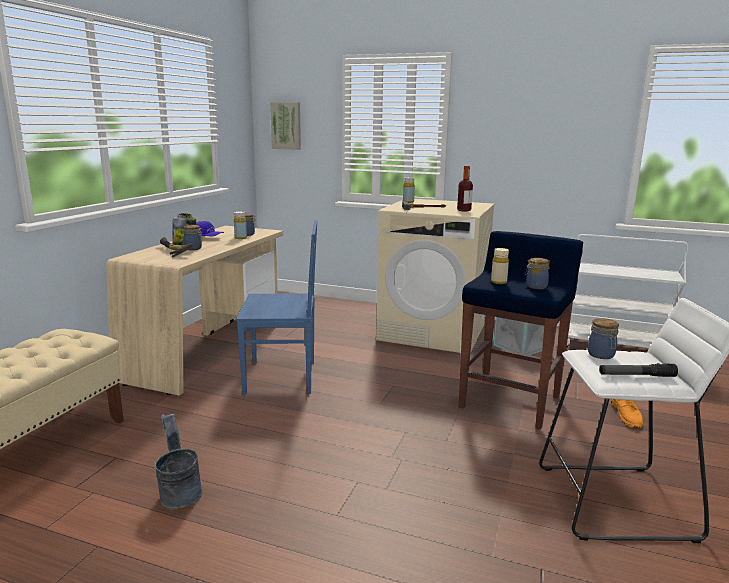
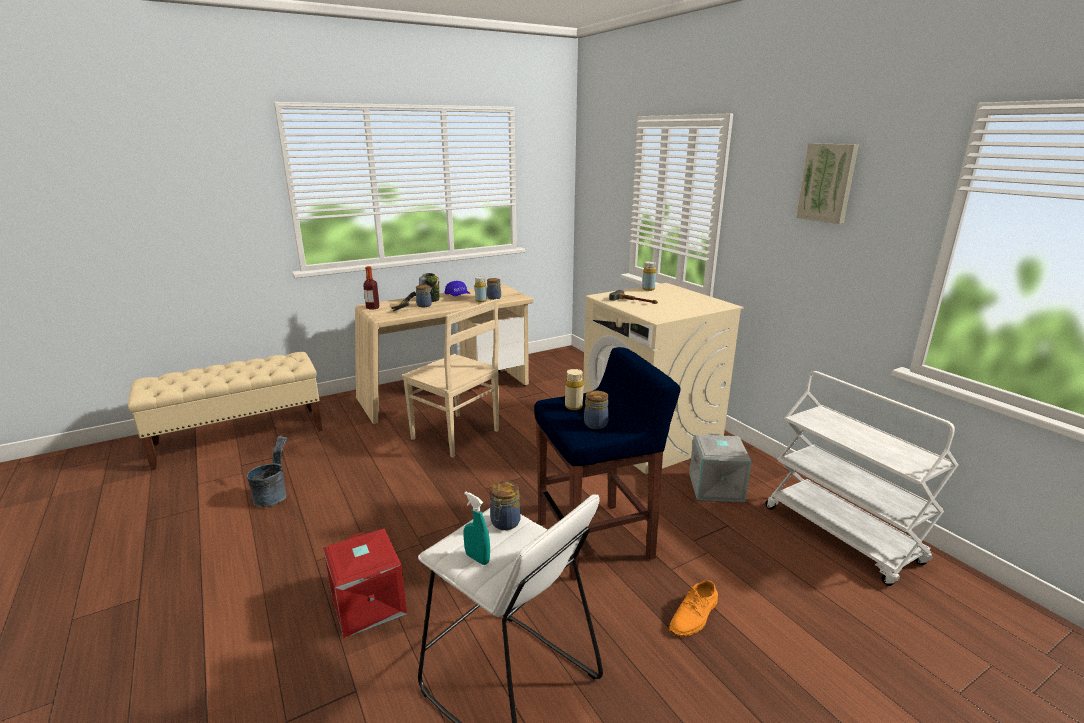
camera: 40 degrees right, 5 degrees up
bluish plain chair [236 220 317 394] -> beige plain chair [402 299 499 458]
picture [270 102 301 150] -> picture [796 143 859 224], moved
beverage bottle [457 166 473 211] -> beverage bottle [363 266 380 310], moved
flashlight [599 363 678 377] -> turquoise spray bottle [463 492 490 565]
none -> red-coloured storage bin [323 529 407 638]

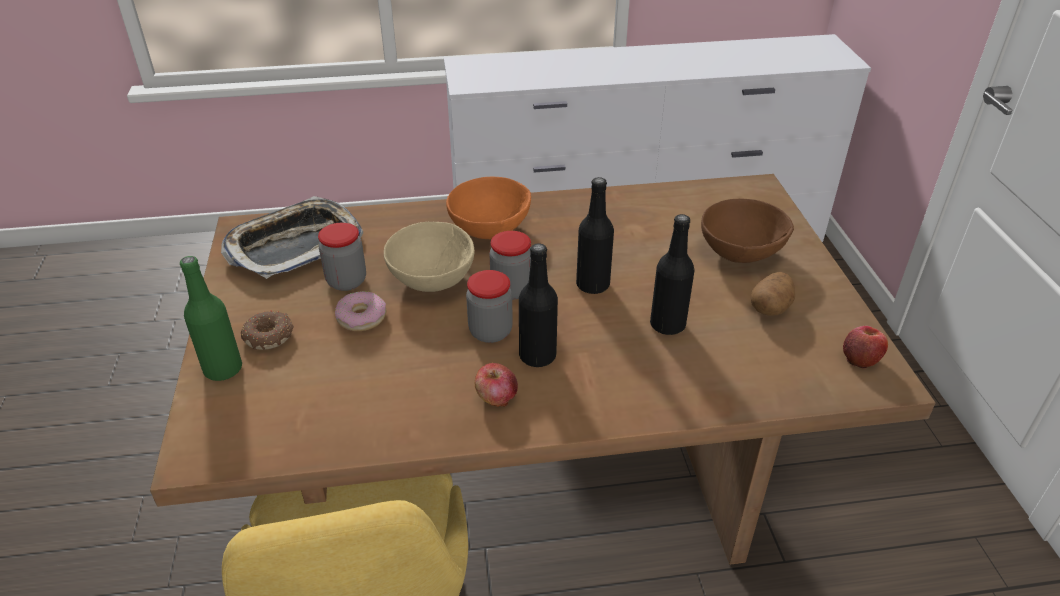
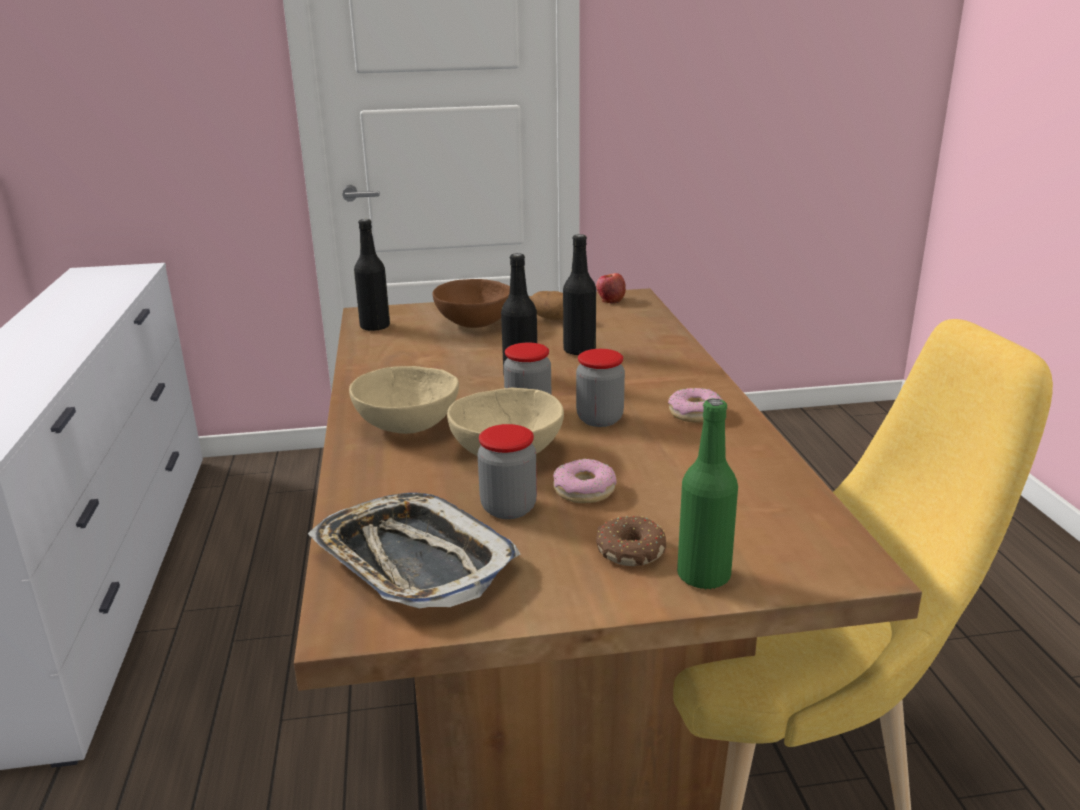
camera: 90 degrees left, 15 degrees down
orange serving bowl [446 177 531 239] -> beige serving bowl [349 366 459 434]
whole apple [475 363 518 407] -> ring doughnut [668 388 723 423]
black beverage bottle [519 243 558 367] -> black beverage bottle [354 219 390 331], moved

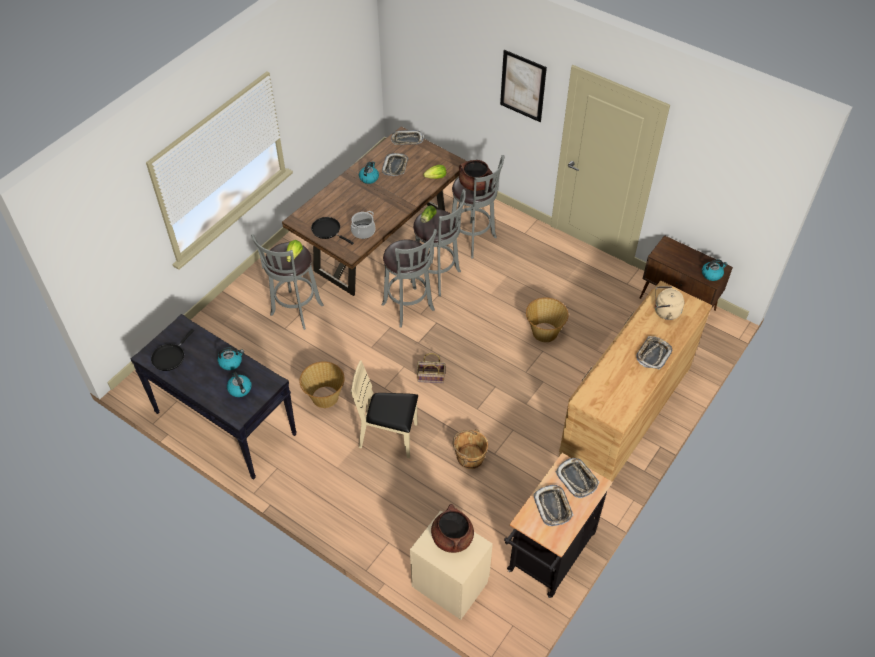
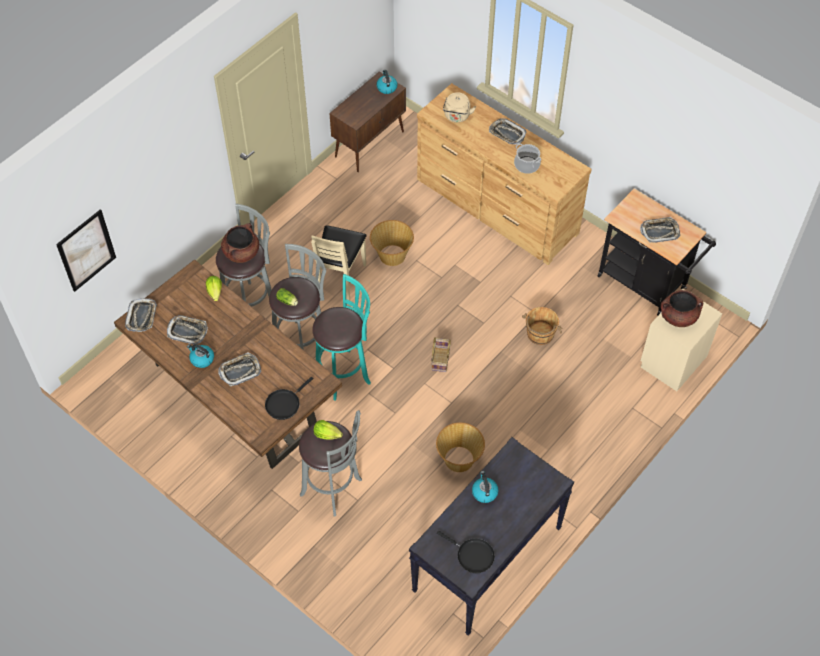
camera: 85 degrees left, 5 degrees up
kettle [227 372 252 397] -> none
cooking pot [351 211 375 239] -> cooking pot [514 144 541 174], moved
beige plain chair [351 361 418 458] -> beige plain chair [311 225 367 301], moved
greyish stool [382 229 437 328] -> turquoise stool [312 274 371 401]
picture [500 50 547 122] -> picture [56 209 116 292], moved
tray [556 458 599 498] -> tray [218 352 261 386], moved

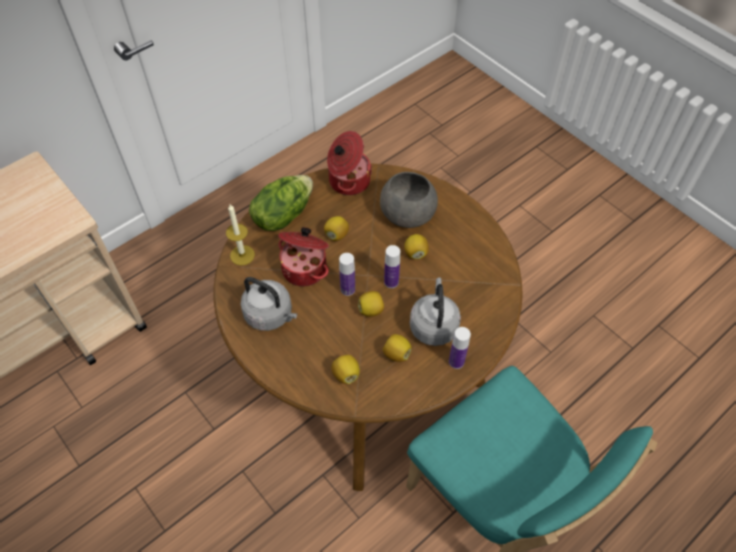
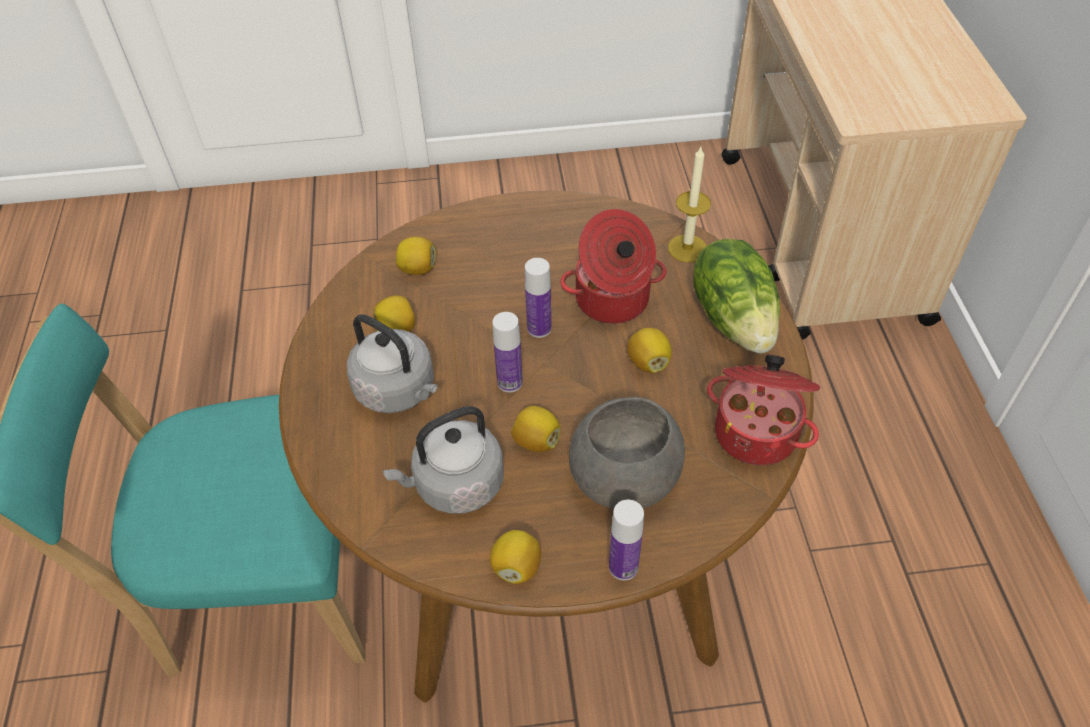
camera: 125 degrees right, 5 degrees down
greyish kettle [240 277 297 331] -> greyish kettle [383 406 504 514], moved
lemon [358 291 384 317] -> lemon [490 530 541 584], moved
beverage bottle [449 327 471 369] -> beverage bottle [609 500 644 580], moved

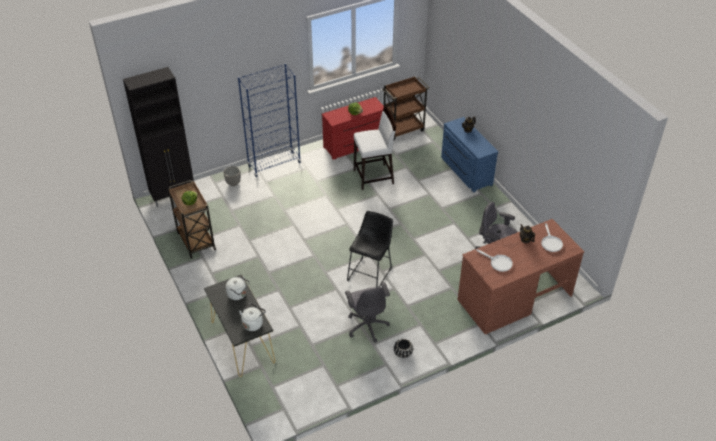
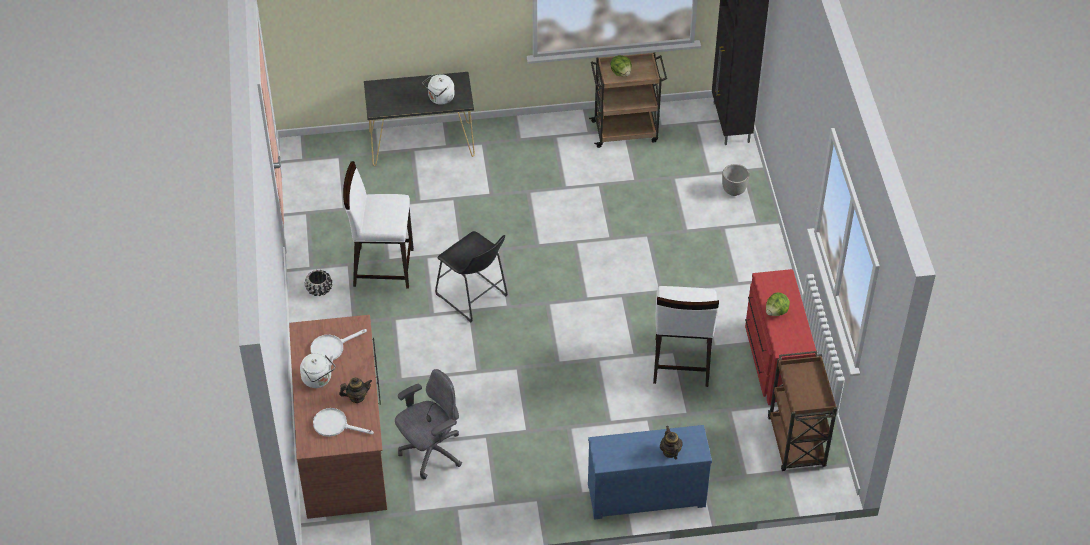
camera: 110 degrees right, 5 degrees up
bluish bookcase [238 63 301 177] -> none
white-coloured kettle [239 303 266 331] -> white-coloured kettle [300 353 335 388], moved
greyish computer chair [345 282 390 343] -> white-coloured stool [343 161 414 289]

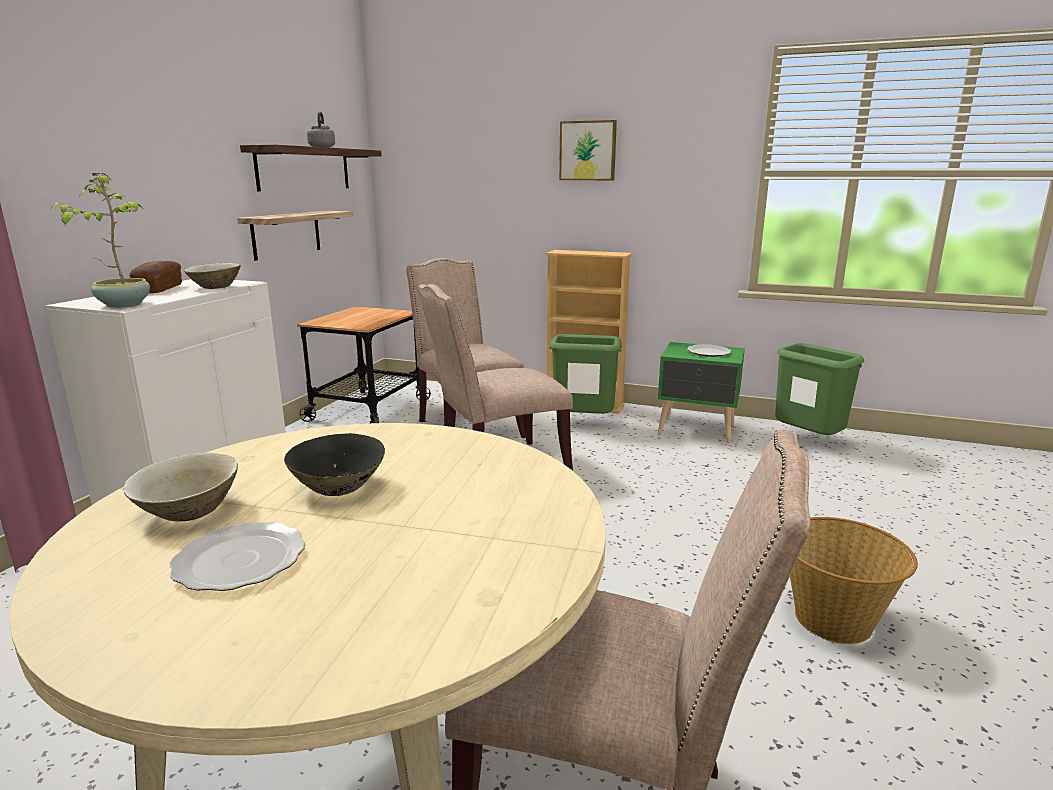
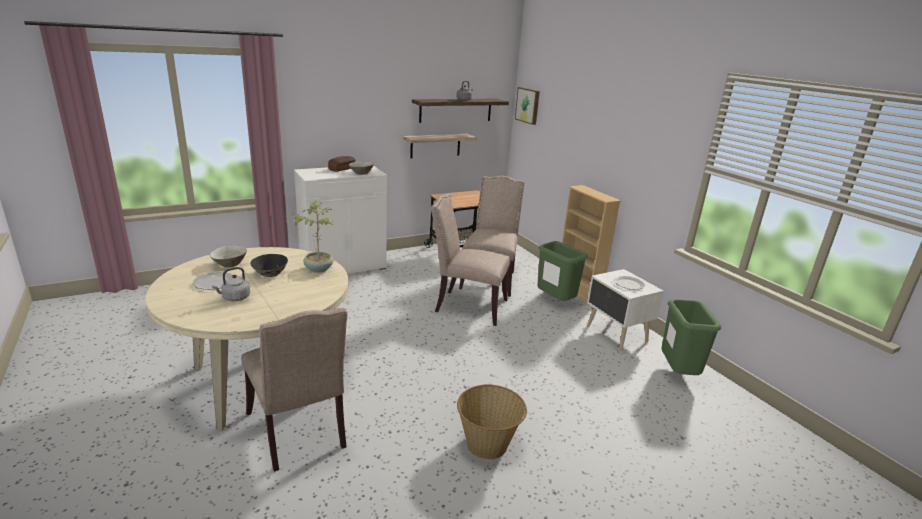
camera: 40 degrees right, 5 degrees up
plant in a pot [51 173 150 308] -> plant in a pot [292 199 333 273], moved
picture [559 120 617 180] -> picture [515 87 540 125], moved
greenish bedside table [658 342 745 443] -> white-coloured bedside table [587 269 664 351]
none -> greyish kettle [212 267 250 301]

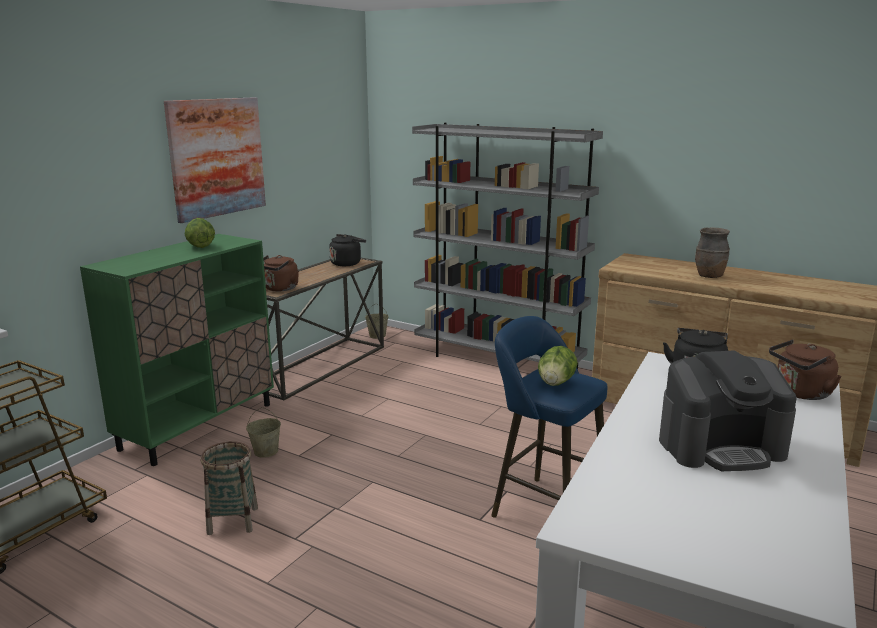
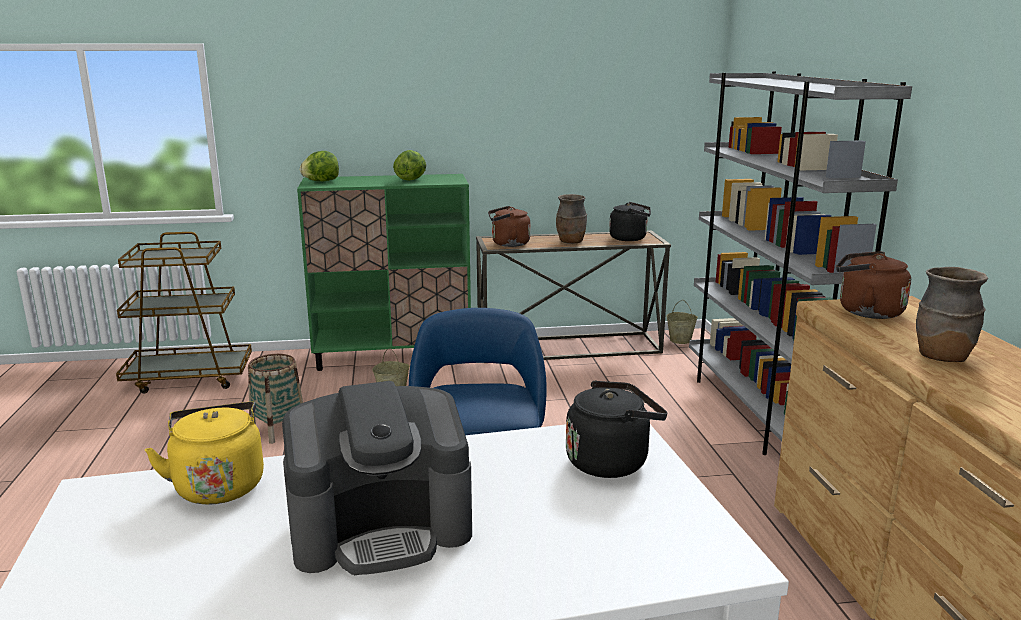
camera: 50 degrees right, 0 degrees up
picture [164 97 266 223] -> none
lettuce head [538 346 578 386] -> lettuce head [300 151 339 181], moved
coffee brewer [659 350 797 471] -> coffee brewer [282 381 472 575], 60 degrees counterclockwise
brown kettle [769 340 842 400] -> brown kettle [836 251 911 319], moved
none -> yellow-coloured kettle [145 402 264 505]
none -> brown decorative vase [556 194 587 244]

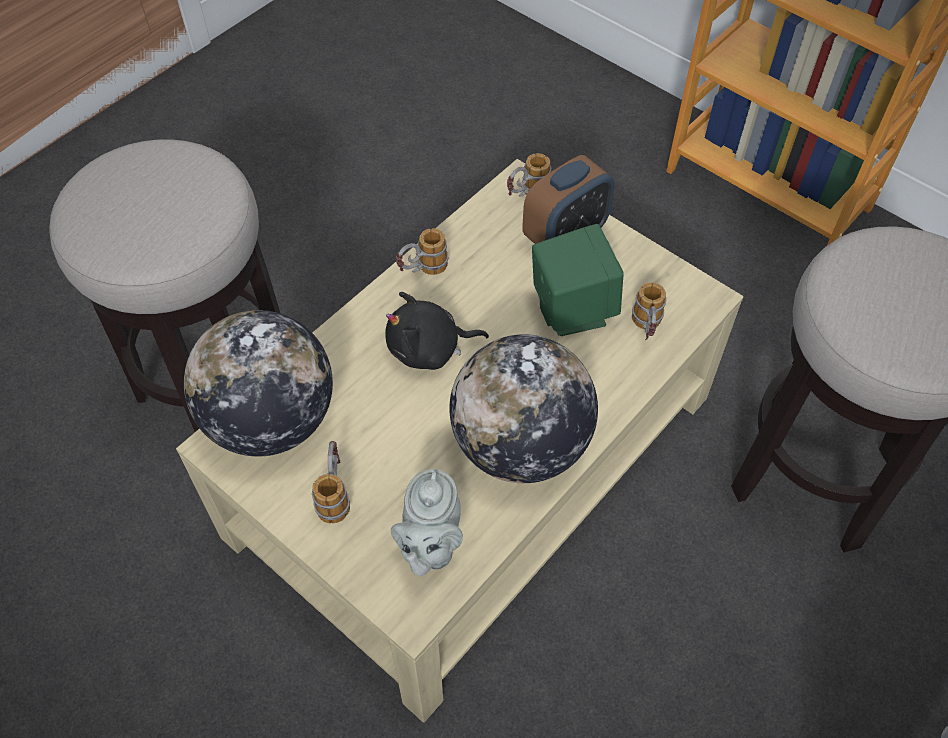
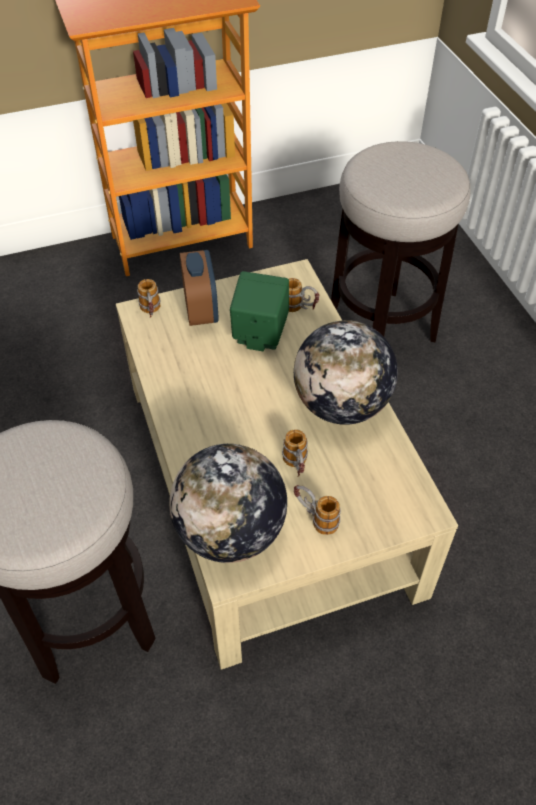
camera: 60 degrees left, 5 degrees down
black cuddly toy [385 292 489 370] -> none
greyish tea pot [391 469 463 576] -> none
mug [396 228 448 275] -> mug [282 429 308 477], moved

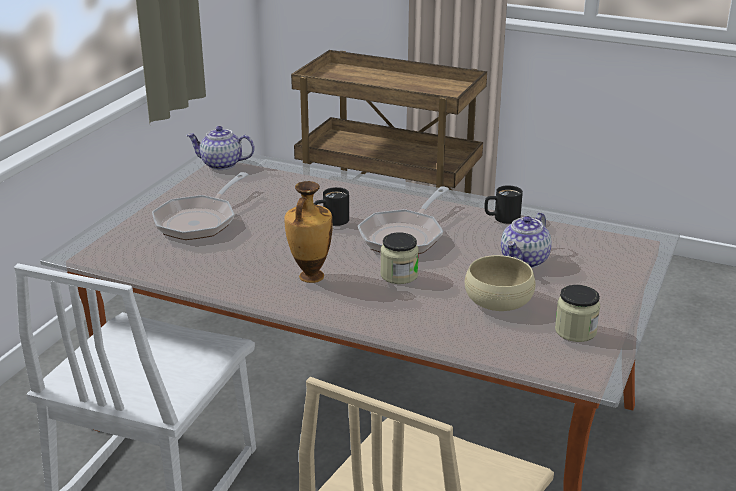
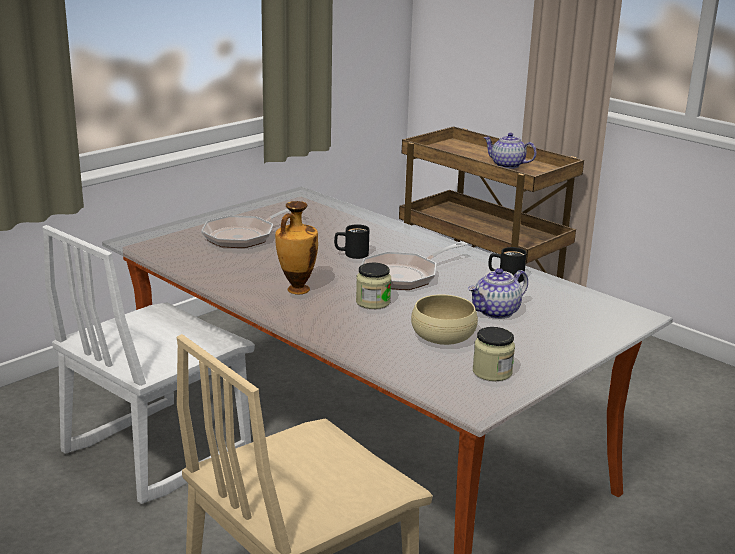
camera: 20 degrees right, 5 degrees down
tea pot [186 126 255 170] -> tea pot [483 133 537 169], moved

